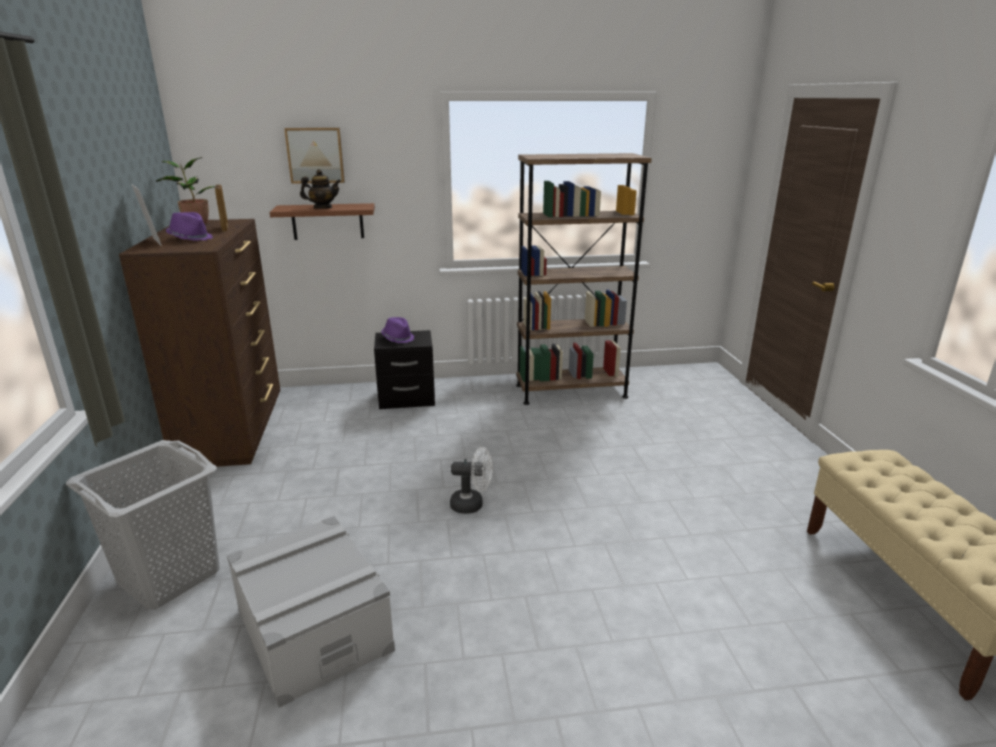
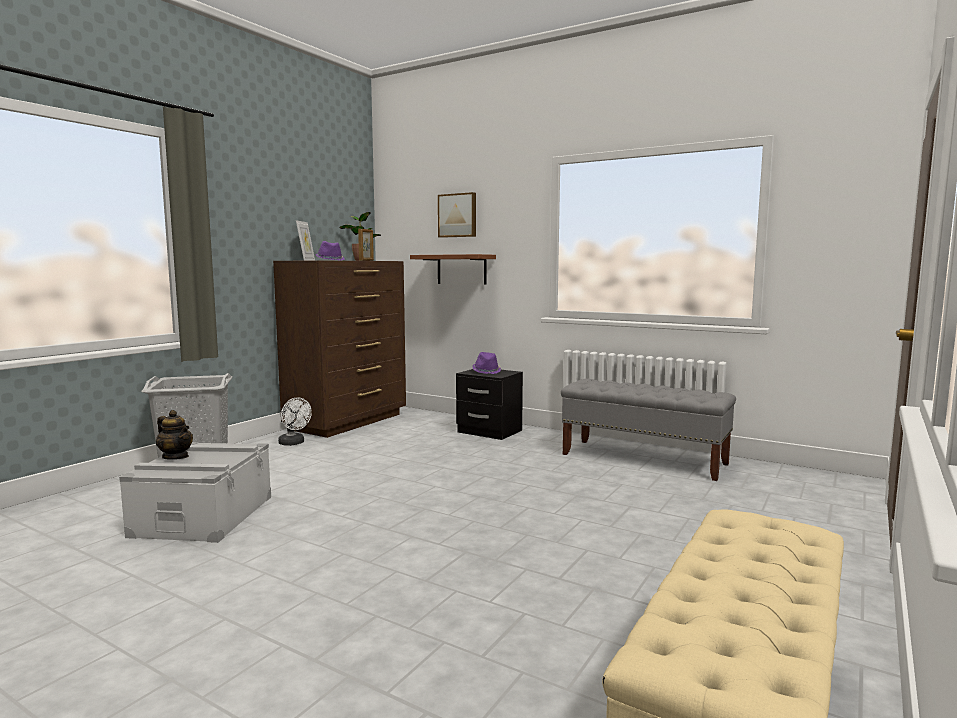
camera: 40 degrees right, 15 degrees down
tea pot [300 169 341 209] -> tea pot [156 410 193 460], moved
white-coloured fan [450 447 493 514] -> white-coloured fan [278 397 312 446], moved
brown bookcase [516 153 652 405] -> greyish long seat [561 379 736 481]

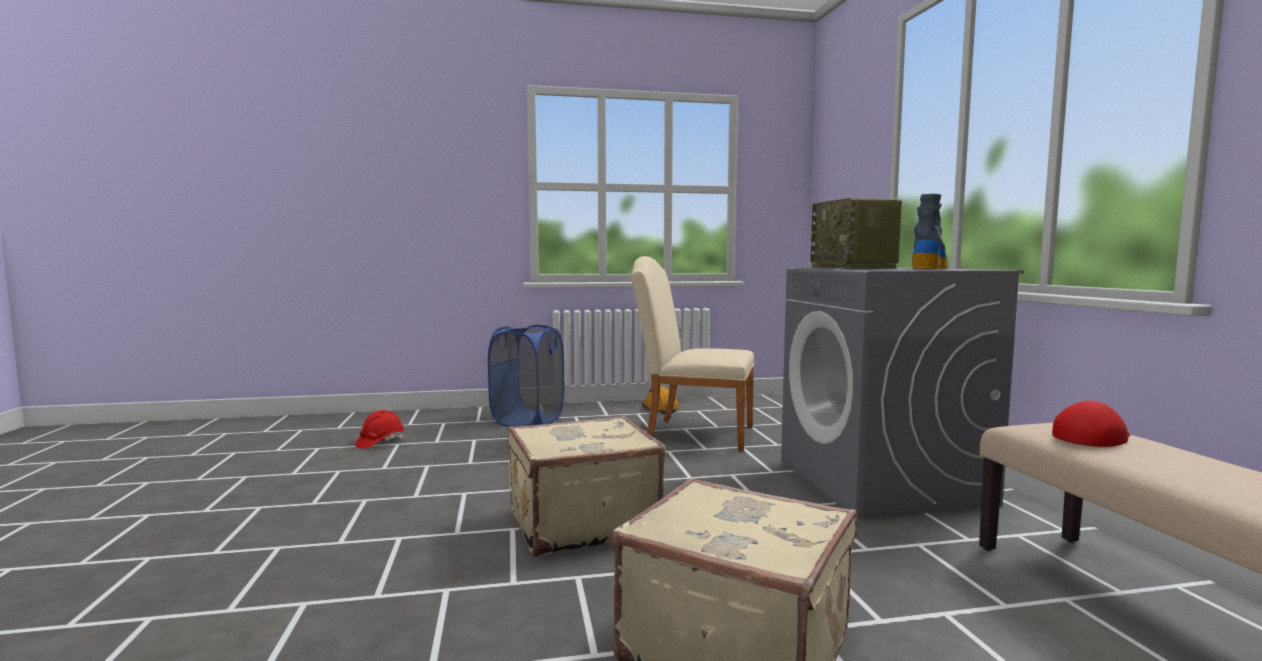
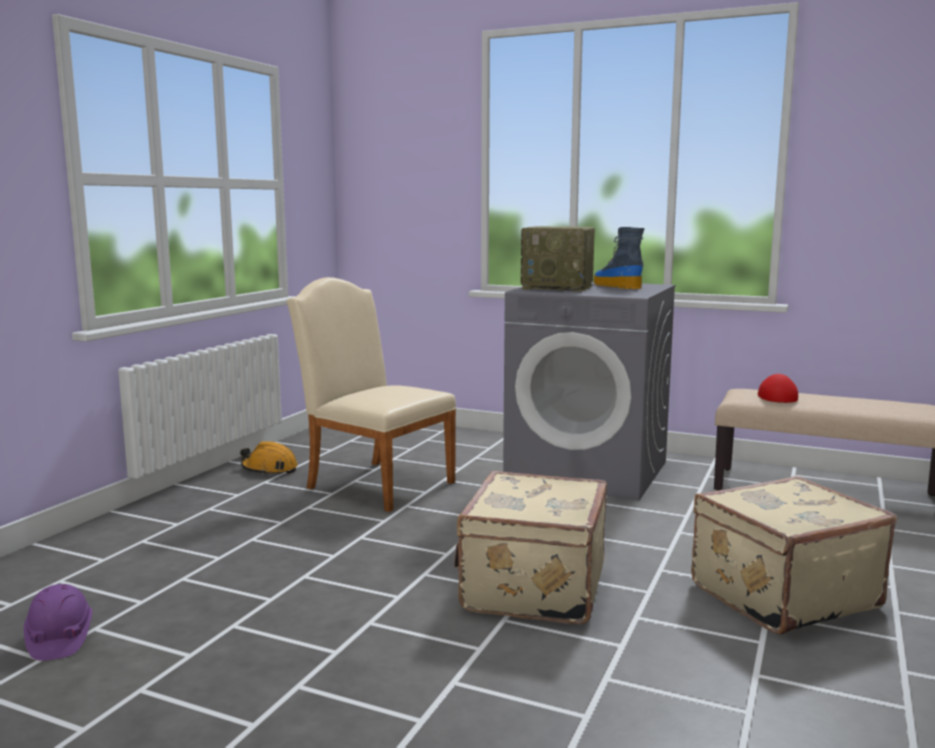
camera: 55 degrees left, 5 degrees up
red-coloured work helmet [355 410 404 449] -> purplish work helmet [24 584 92 661]
bluish hamper [488 325 564 427] -> none
beige plain chair [631 256 754 451] -> beige plain chair [287 277 457 512], 75 degrees clockwise

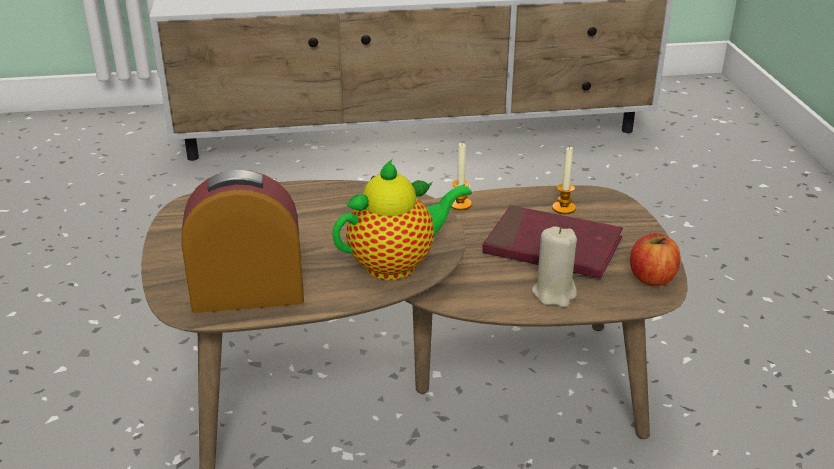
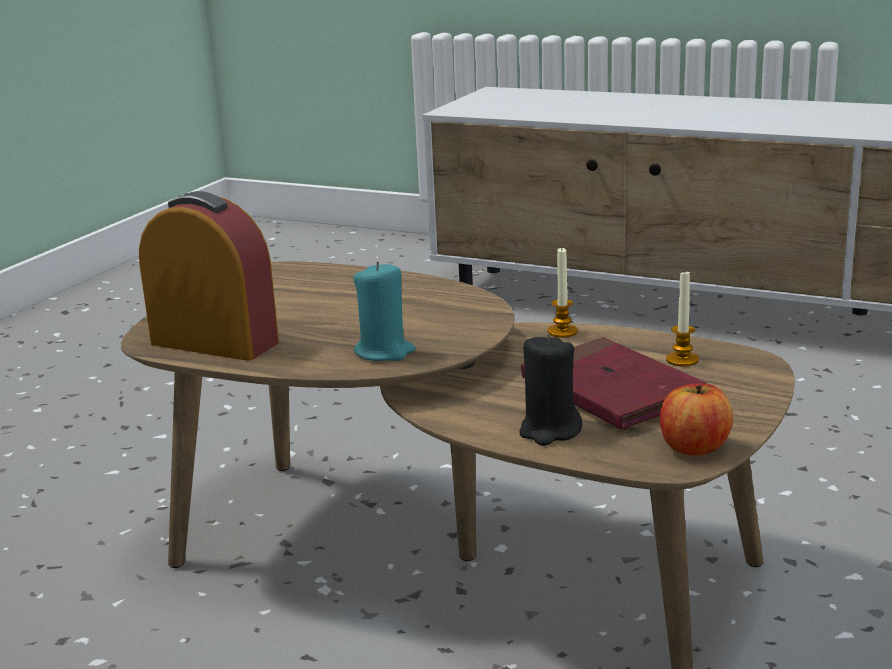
camera: 35 degrees right, 10 degrees down
tea pot [332 159 472 280] -> turquoise wax light [353 261 416 361]
beige wax light [532 226 577 307] -> black wax light [519 334 582 446]

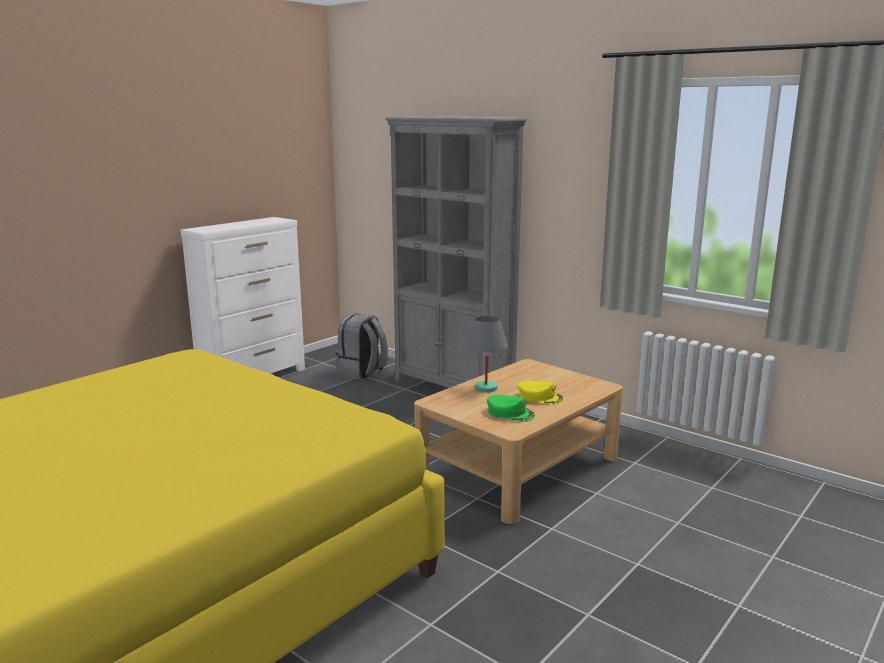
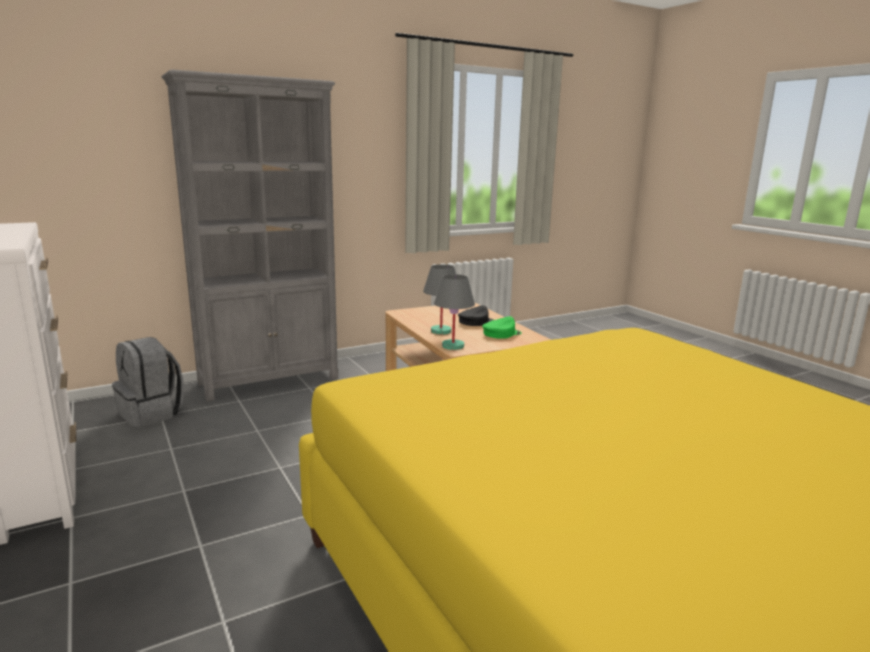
camera: 70 degrees left, 0 degrees up
yellow-coloured peaked cap [517 380 564 405] -> black peaked cap [458 305 493 326]
none -> greyish lamp for a table [434 274 475 350]

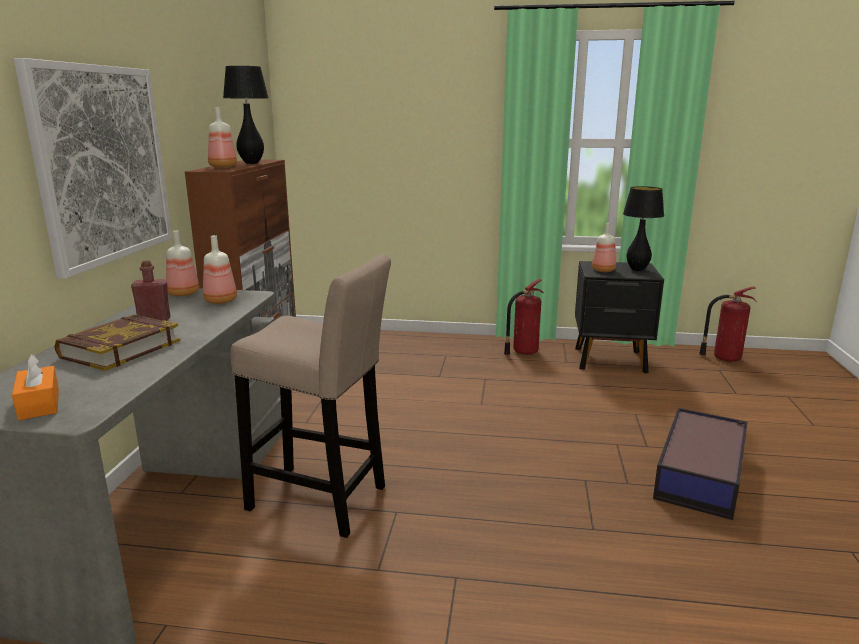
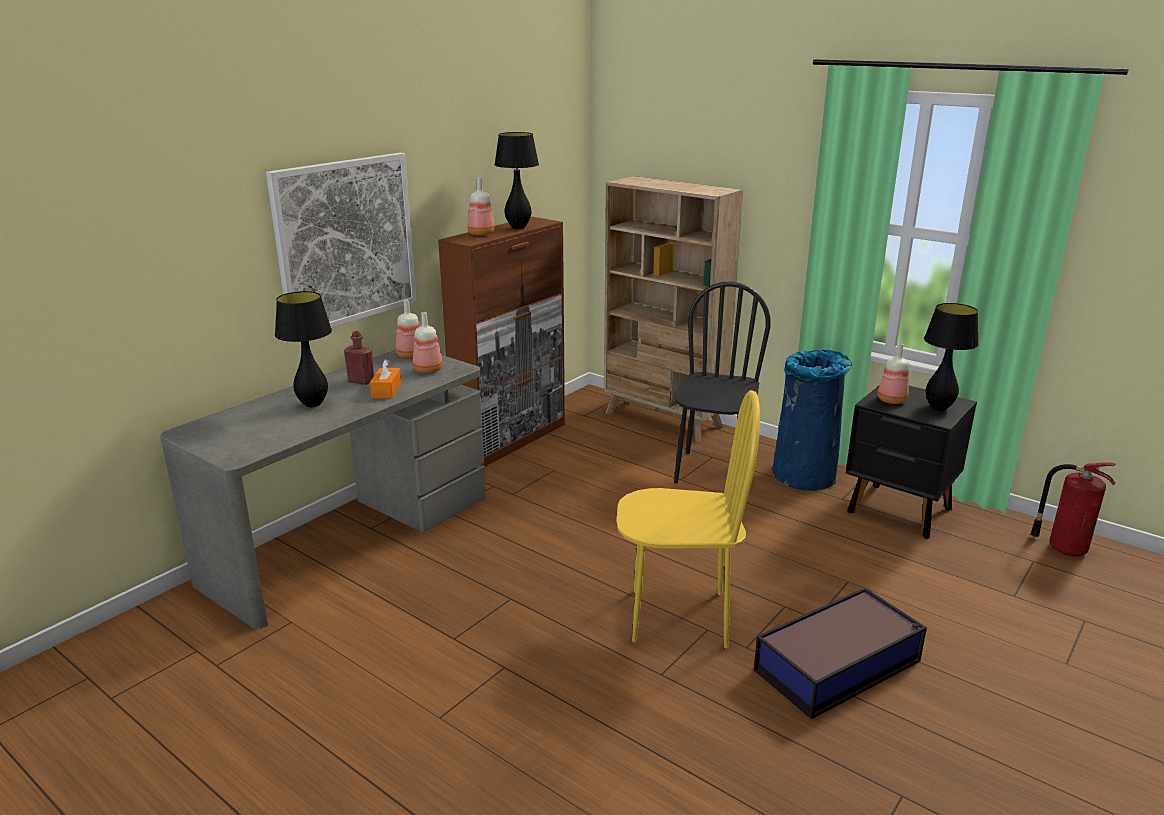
camera: 30 degrees right, 5 degrees up
orange tissue holder [12 354 59 420] -> orange tissue holder [370 359 401 399], moved
book [55 315 180 371] -> black lamp for a table [275 291 332 407]
beige stool [231 254 391 538] -> none
extinguisher [504 279 544 355] -> bluish trash can [772 349 852 491]
none -> beige bookcase [604 176 743 443]
none -> yellow-coloured plain chair [616 390 760 648]
none -> black plain chair [673 282 771 484]

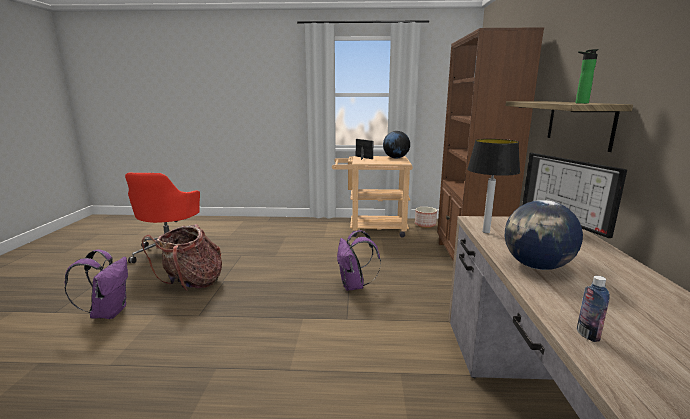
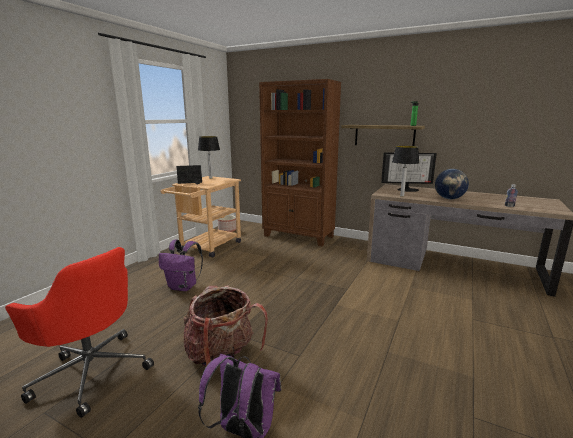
camera: 65 degrees left, 0 degrees up
purplish rucksack [337 230 381 291] -> purplish rucksack [159 240 203 291], moved
world globe [383 131 410 159] -> lamp for a table [198 136 220 179]

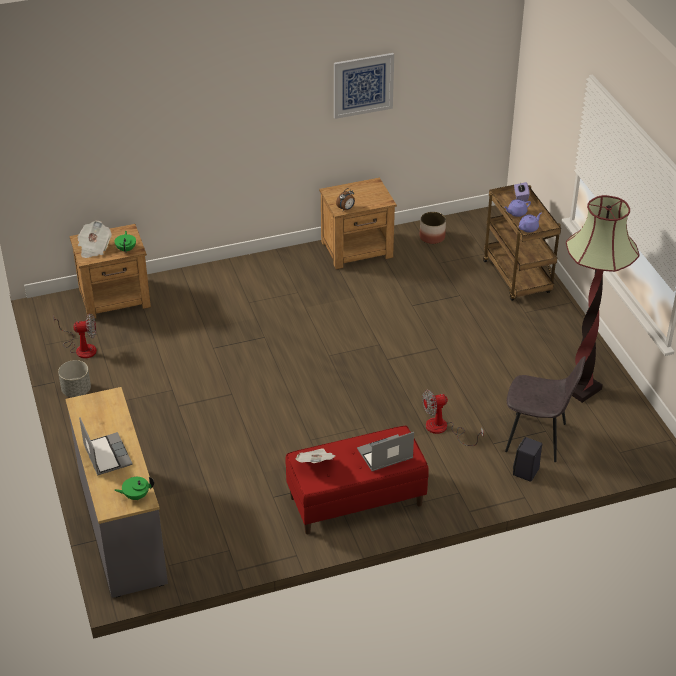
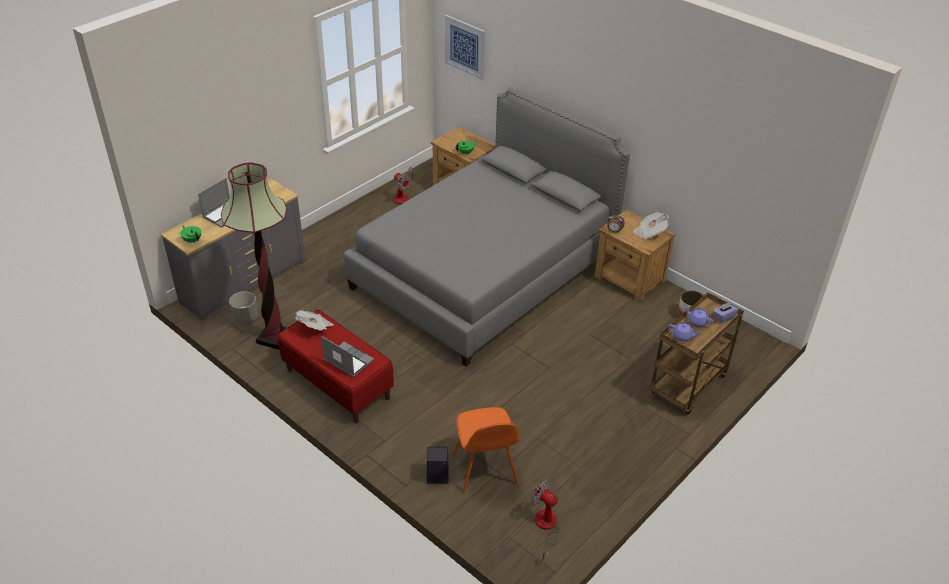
camera: 60 degrees right, 0 degrees up
greyish flower pot [58 360 91 397] -> greyish flower pot [229 291 258 324], moved
daily paper [77 221 111 258] -> daily paper [634 212 669 240], moved
picture [334 53 394 119] -> picture [445 15 485 80], moved
fan [422 390 484 446] -> fan [531 480 559 560], moved
greyish plain chair [505 356 586 462] -> orange plain chair [453 407 520 493]
standing lamp [566 195 640 403] -> standing lamp [221 163 287 350], moved
none -> greyish bedroom bed [344 87 630 366]

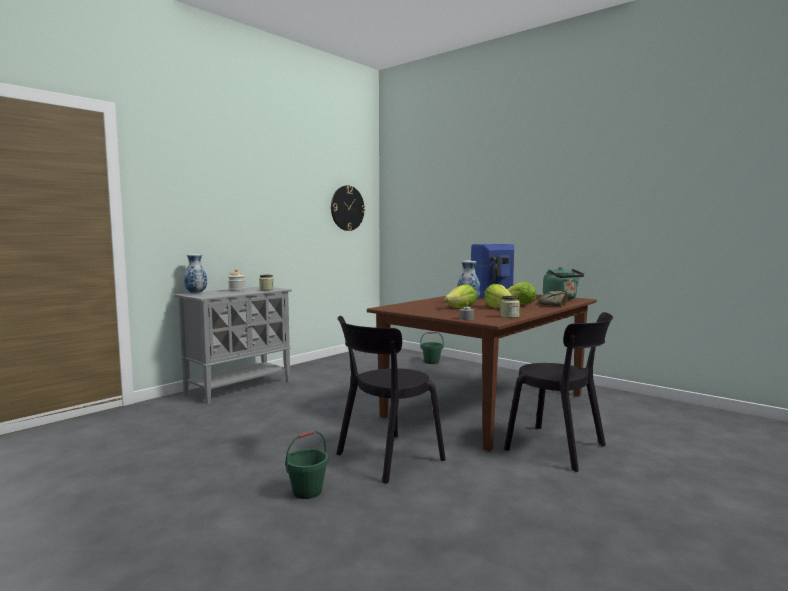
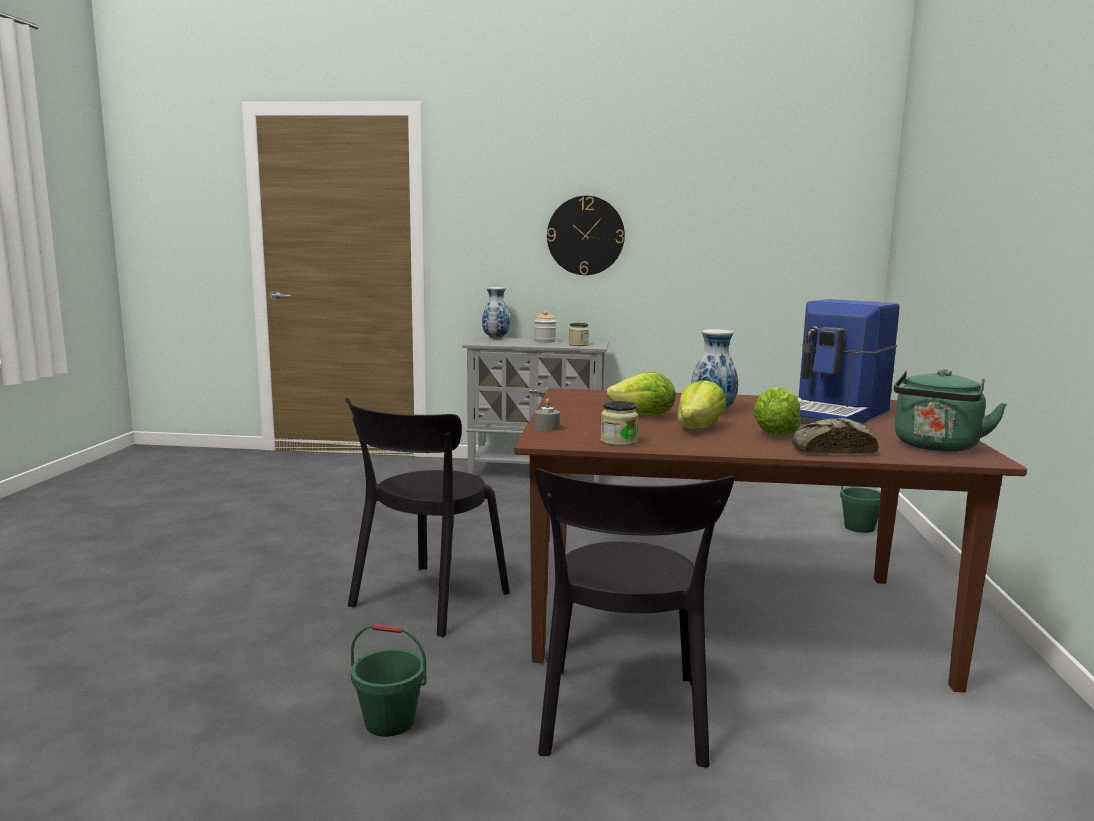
camera: 55 degrees right, 5 degrees up
greenish water bucket [285 430 328 499] -> greenish water bucket [351 624 426 737], moved
wall clock [331 185 365 231] -> wall clock [547 196 625 275], moved
black plain chair [336 316 446 484] -> black plain chair [345 398 510 637], 75 degrees counterclockwise

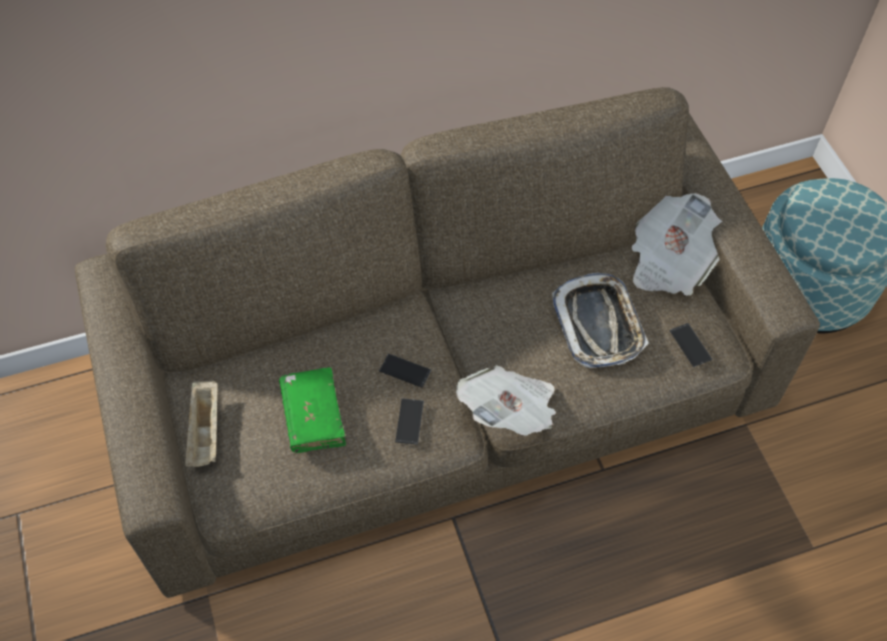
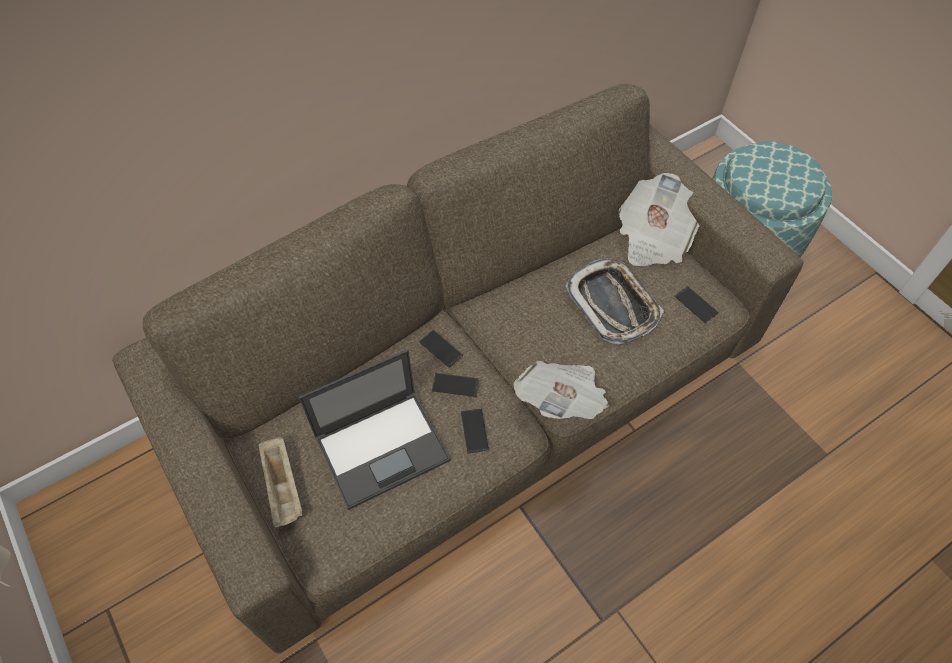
camera: 15 degrees left, 0 degrees up
greenish book [279 367 346 453] -> portable computer [299 349 451 510]
none -> telephone [419 330 463 368]

